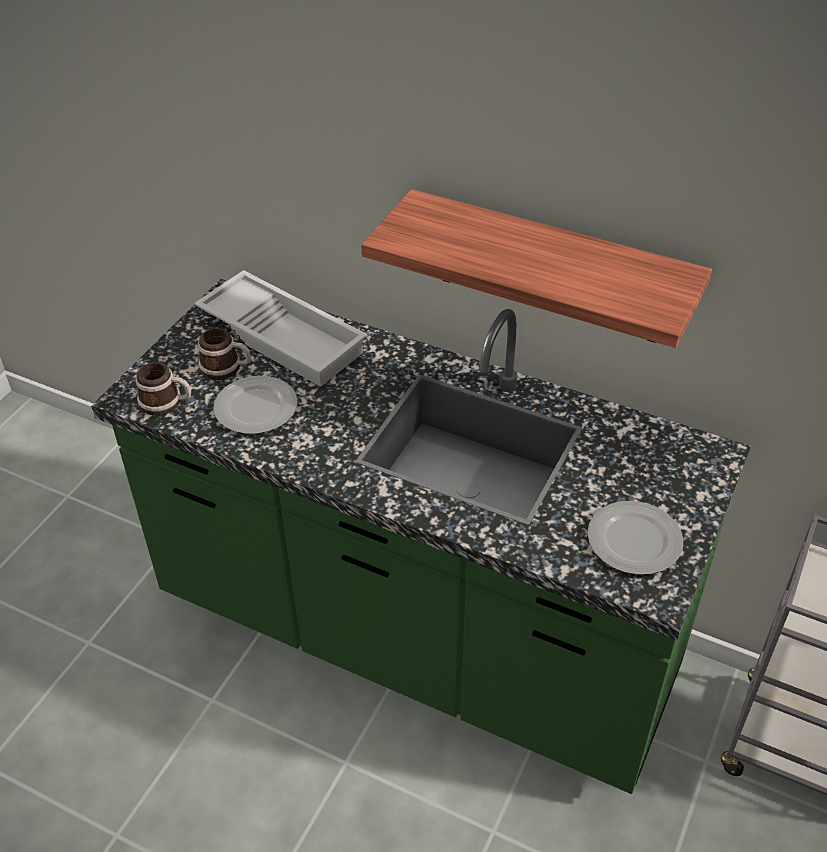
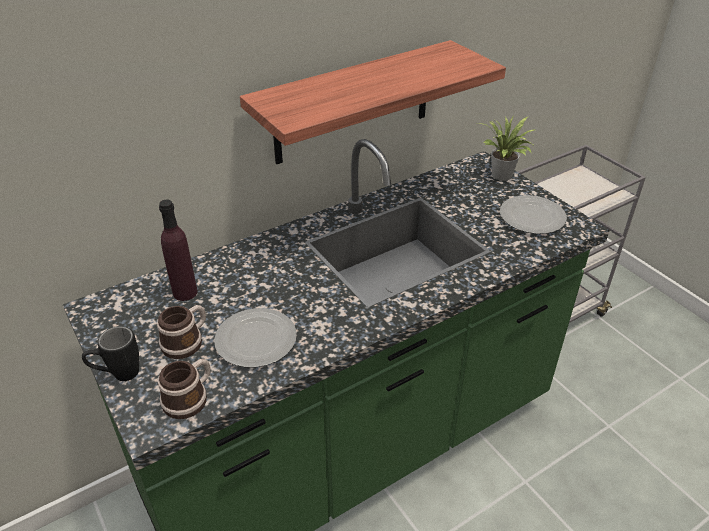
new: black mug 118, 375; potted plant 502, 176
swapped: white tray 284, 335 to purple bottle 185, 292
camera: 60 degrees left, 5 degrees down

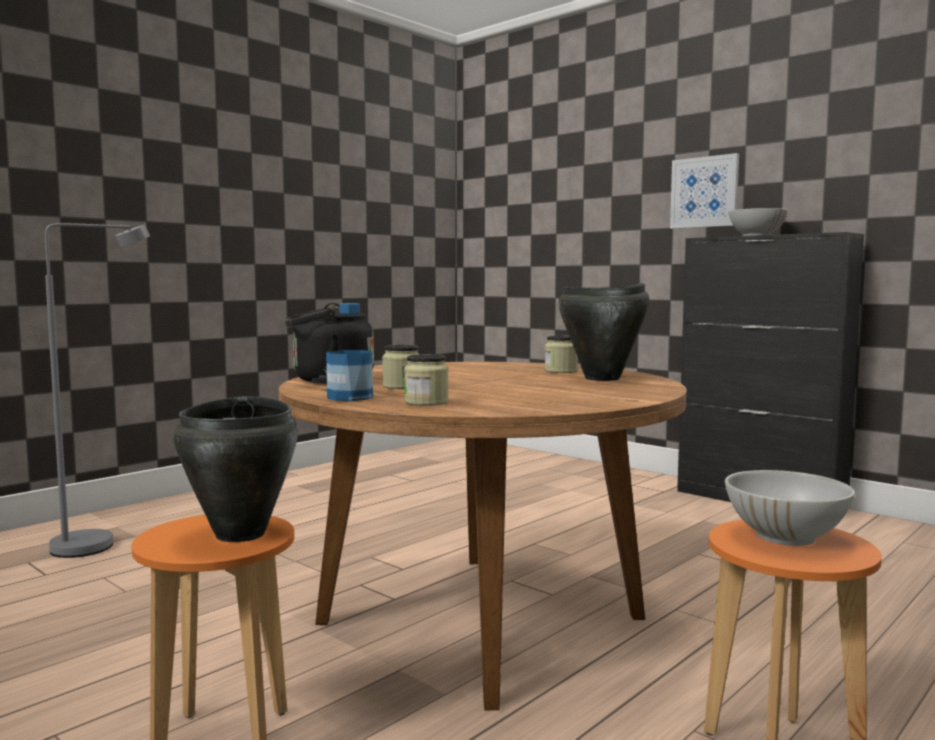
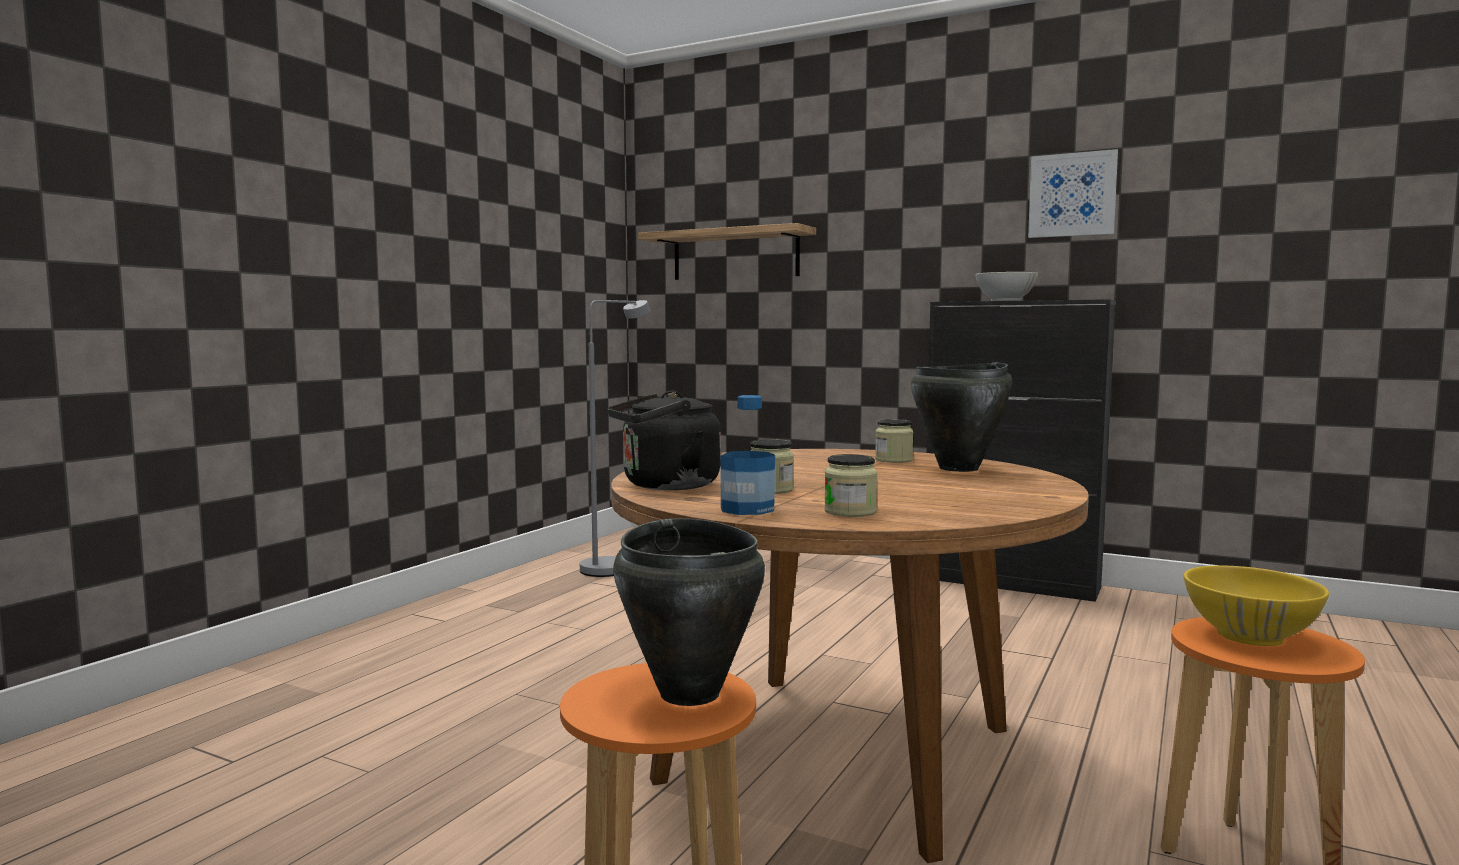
new: shelf 735, 255
shifted: grey floor lamp 99, 544 to 613, 567; picture 704, 192 to 1072, 195
repainted: white bowl 785, 536 to yellow bowl 1250, 636
camera: 15 degrees left, 0 degrees up

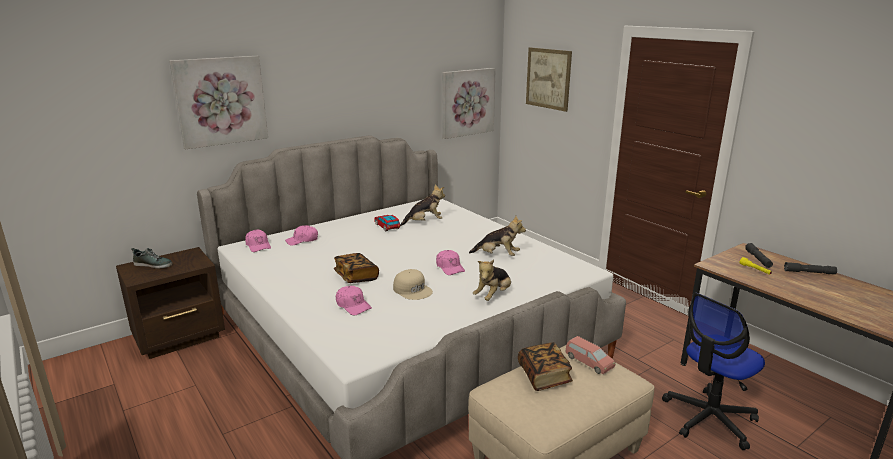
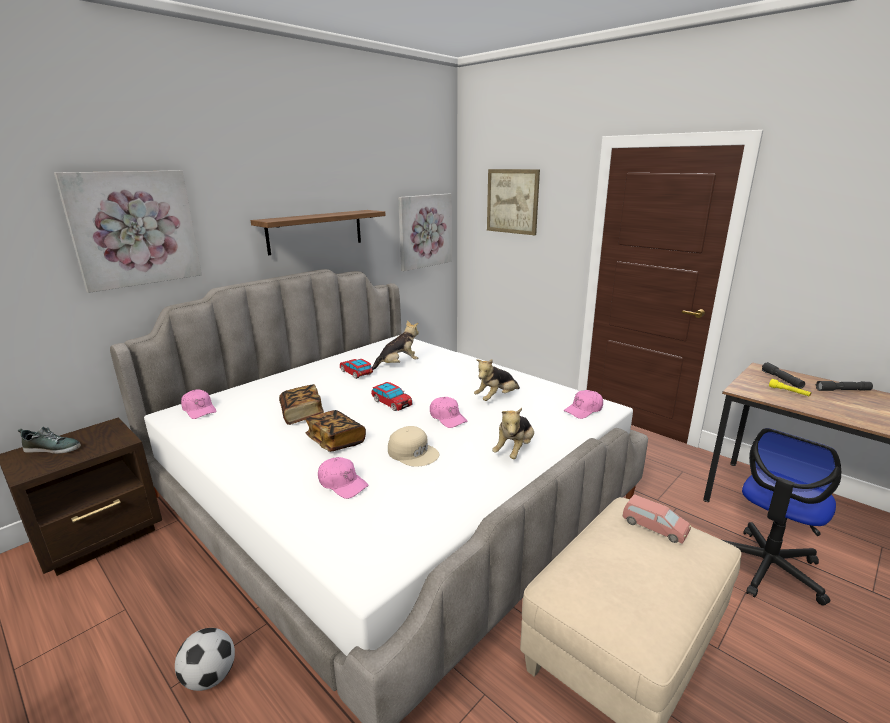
new: football 210, 677; shelf 315, 231; toy car 391, 403
shifted: book 544, 376 to 302, 414; pink cap 302, 240 to 584, 410
rotated: plush toy 497, 256 = 496, 398 135 degrees clockwise
camera: 10 degrees left, 0 degrees up

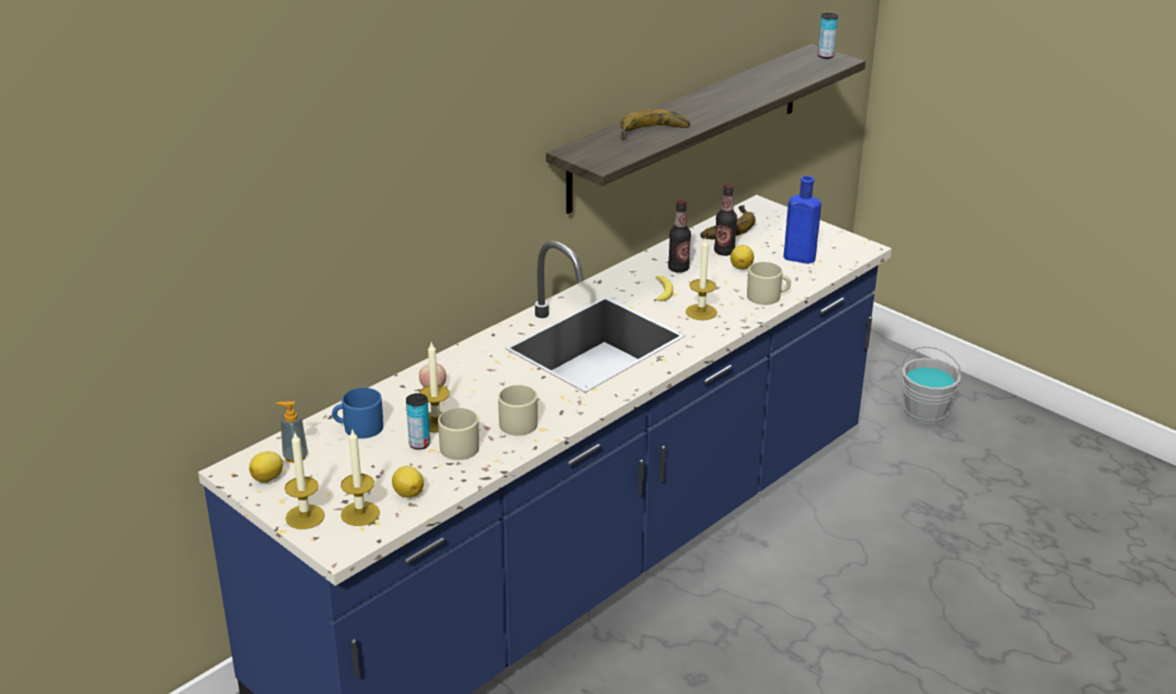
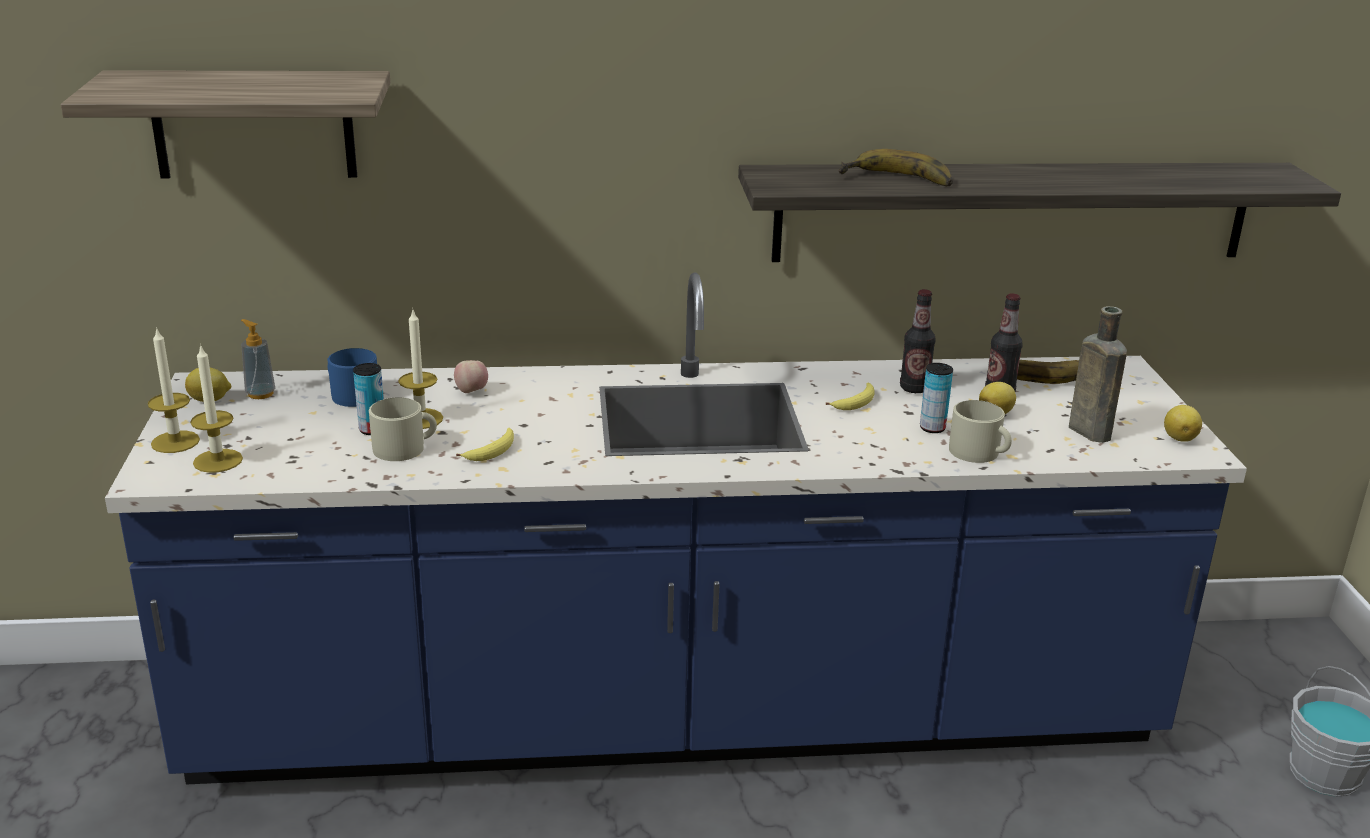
gone: candle 701, 312
new: shelf 253, 124
shifted: can 825, 56 to 932, 428; lemon 408, 493 to 1179, 438
swapped: beige mug 518, 421 to banana 492, 451
repainted: blue bottle 797, 258 to brown bottle 1087, 430
camera: 40 degrees right, 5 degrees down

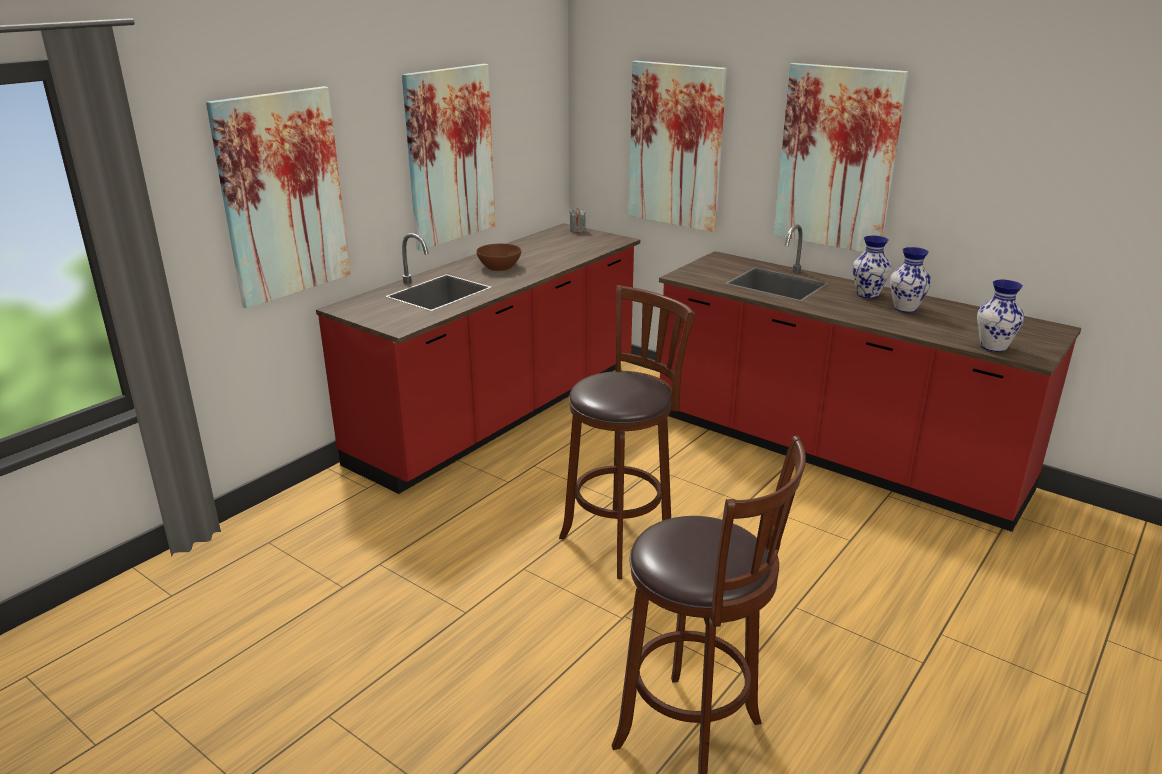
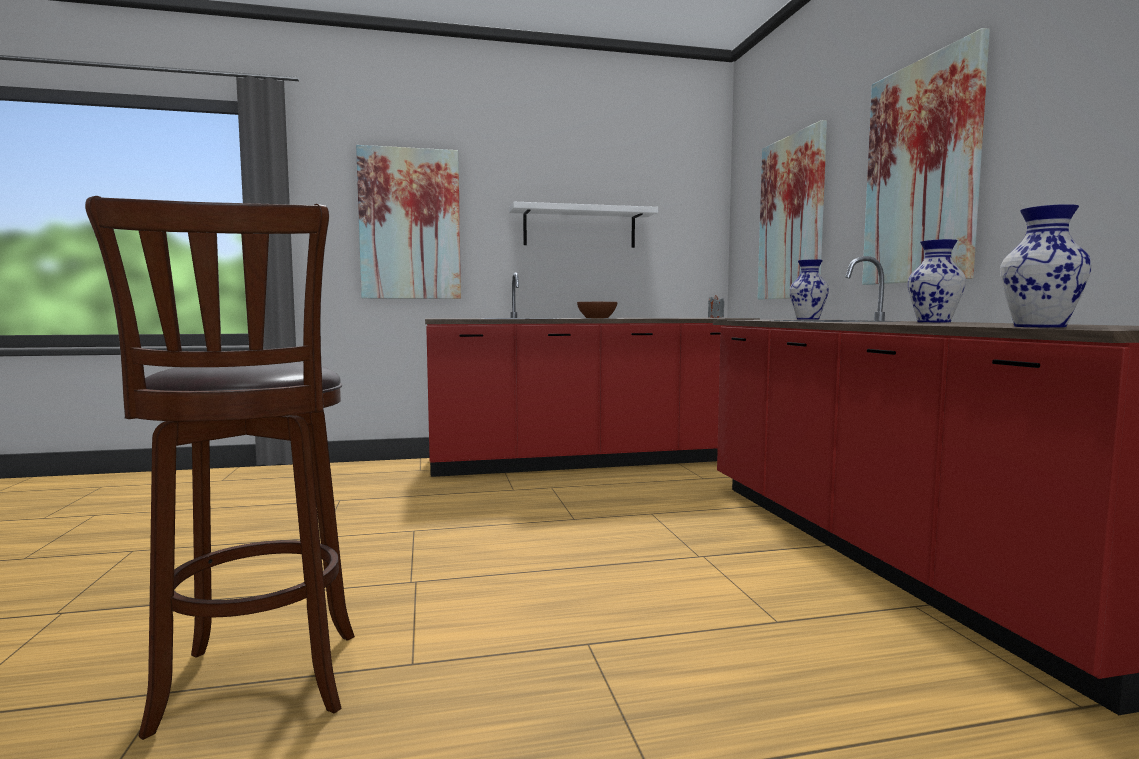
gone: brown stool 621, 539
shifted: vase 904, 308 to 807, 319
swapped: picture 450, 156 to white shelf 579, 228
camera: 40 degrees right, 20 degrees down

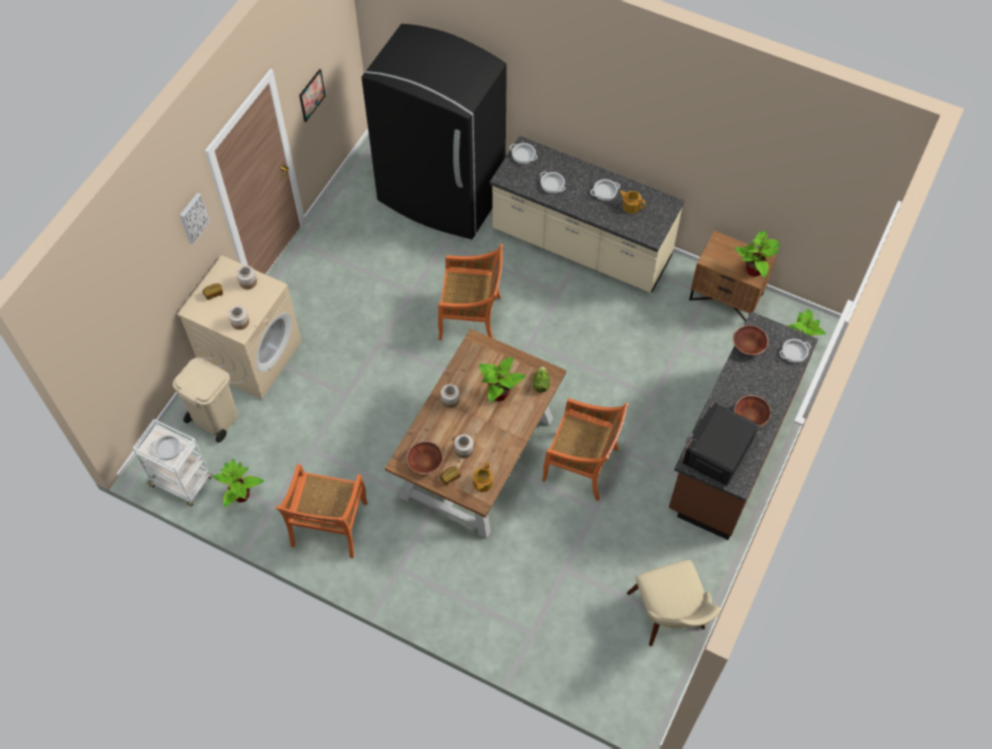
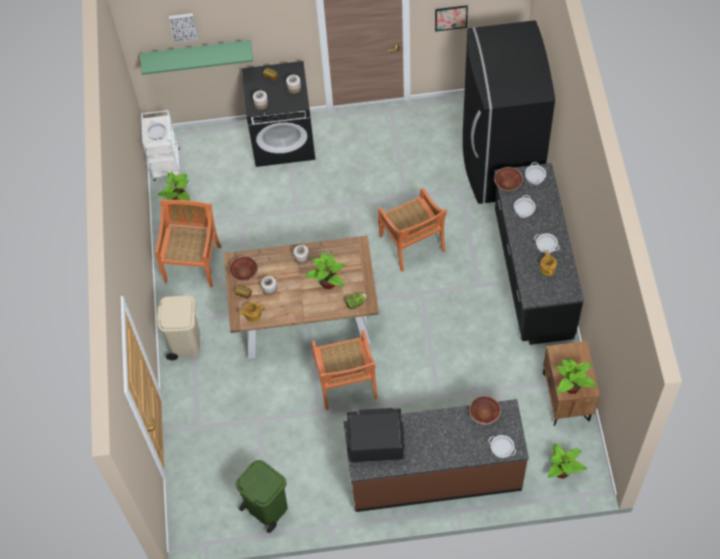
new: green shelf 197, 53
shifted: beige trash can 214, 418 to 185, 343; picture 193, 217 to 183, 26; brown bowl 751, 416 to 508, 183
swapped: beige chair 670, 619 to green trash can 266, 508
repainted: beige washing machine 252, 355 to black washing machine 283, 140; beige counter 581, 246 to black counter 531, 275
rotated: orange chair 329, 526 = 193, 263 120 degrees clockwise
camera: 60 degrees right, 0 degrees up

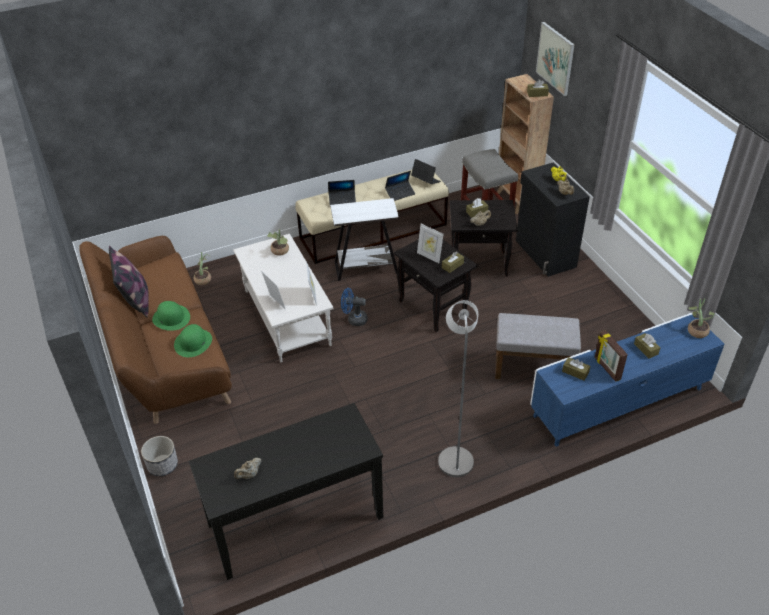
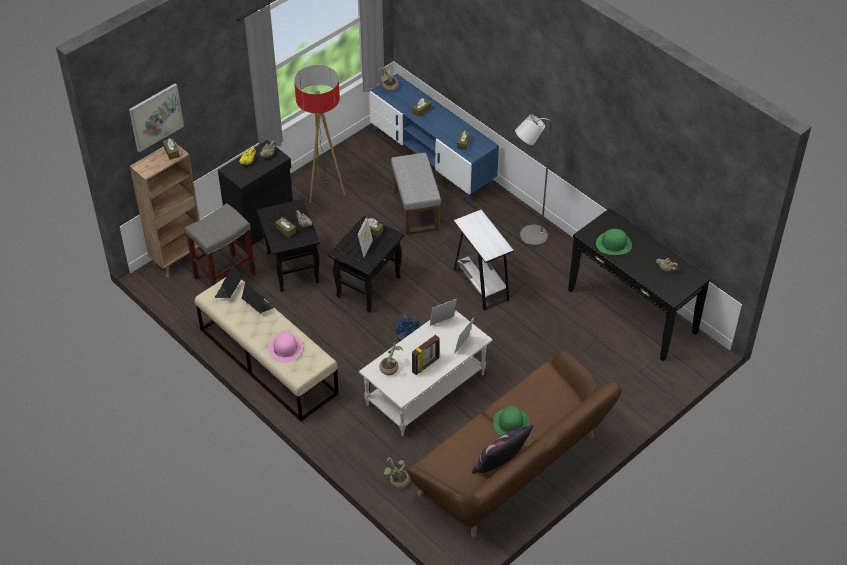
gone: planter 162, 465
new: floor lamp 324, 191
shifted: picture frame 606, 369 to 426, 365; white side table 366, 268 to 481, 284; green hat 193, 342 to 613, 244
swapped: laptop 342, 200 to pink hat 285, 348
camera: 110 degrees left, 5 degrees up

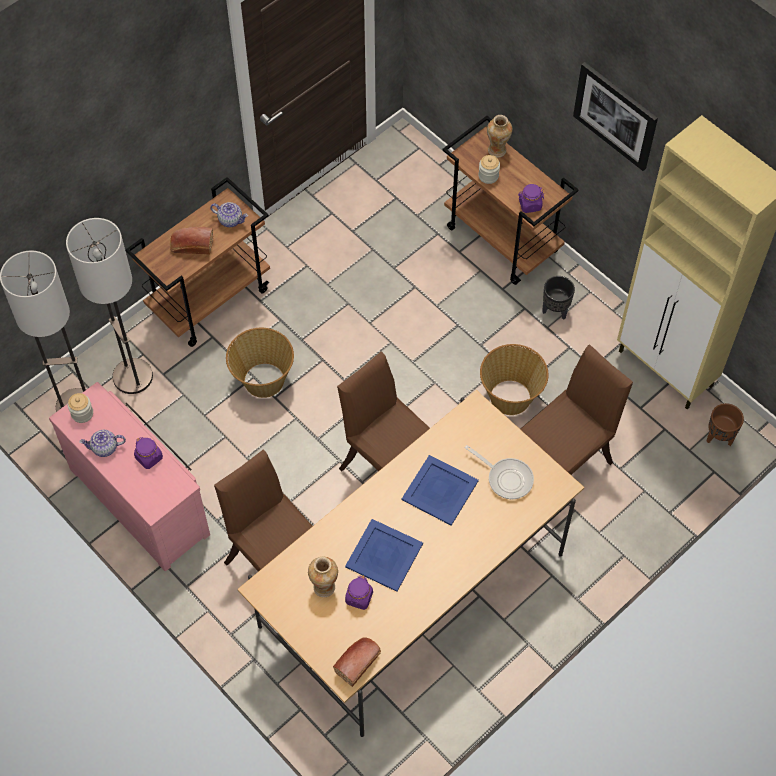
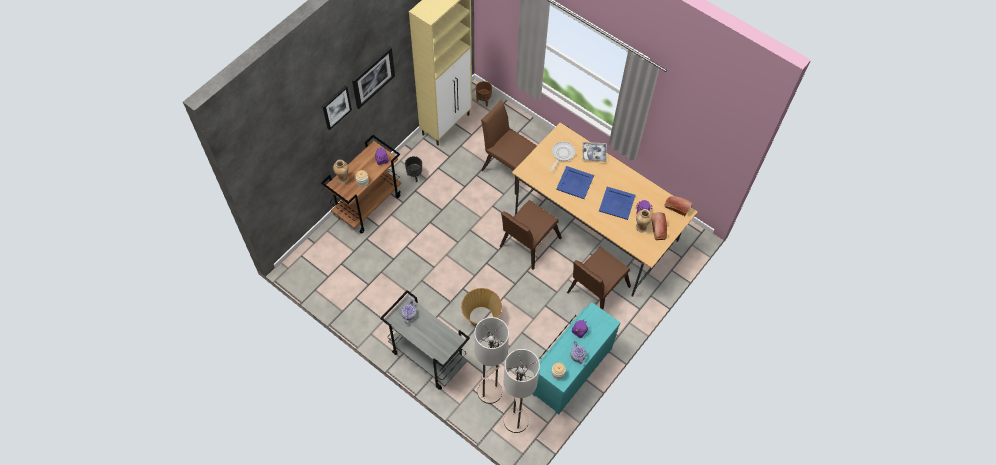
gone: basket 510, 396
new: picture 336, 107; tray 594, 153
shifted: bread 191, 246 to 658, 230
repainted: brown cart 210, 298 to grey cart 427, 357; pink dresser 142, 499 to turquoise dresser 570, 369
camera: 100 degrees left, 0 degrees up

